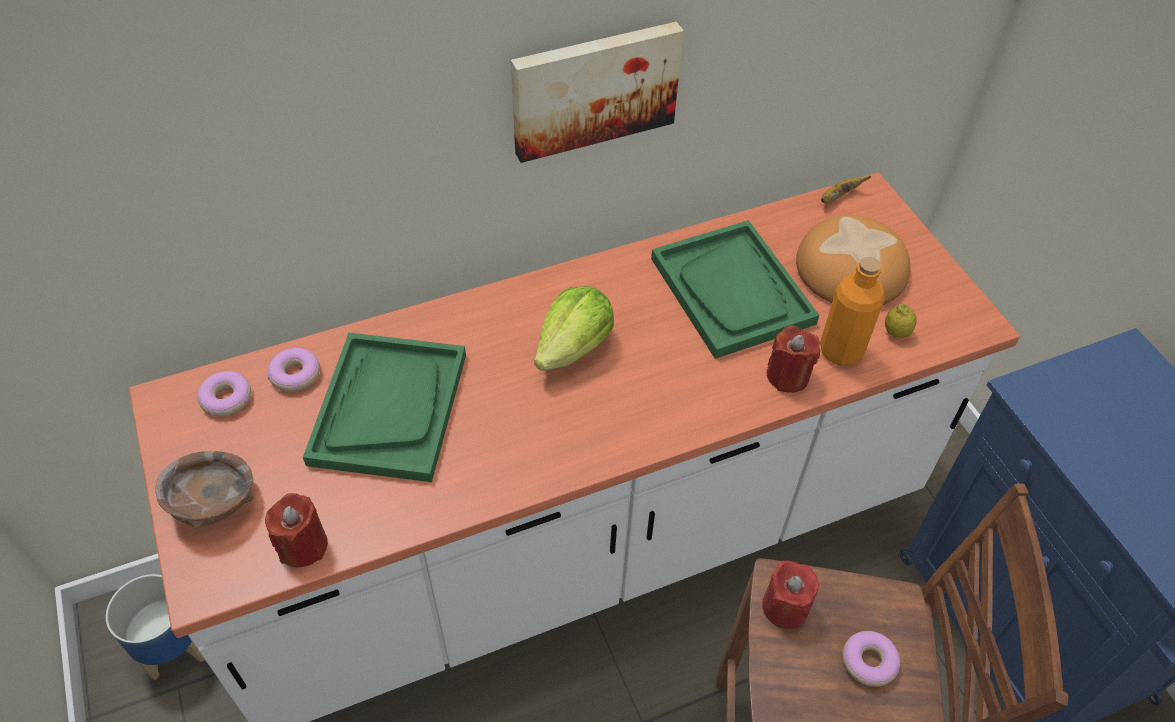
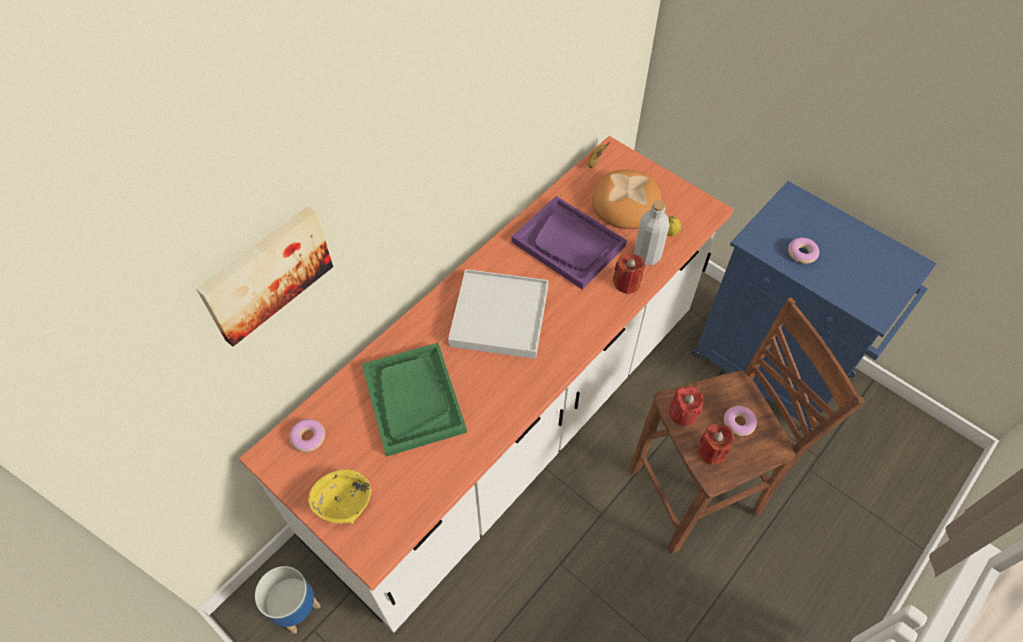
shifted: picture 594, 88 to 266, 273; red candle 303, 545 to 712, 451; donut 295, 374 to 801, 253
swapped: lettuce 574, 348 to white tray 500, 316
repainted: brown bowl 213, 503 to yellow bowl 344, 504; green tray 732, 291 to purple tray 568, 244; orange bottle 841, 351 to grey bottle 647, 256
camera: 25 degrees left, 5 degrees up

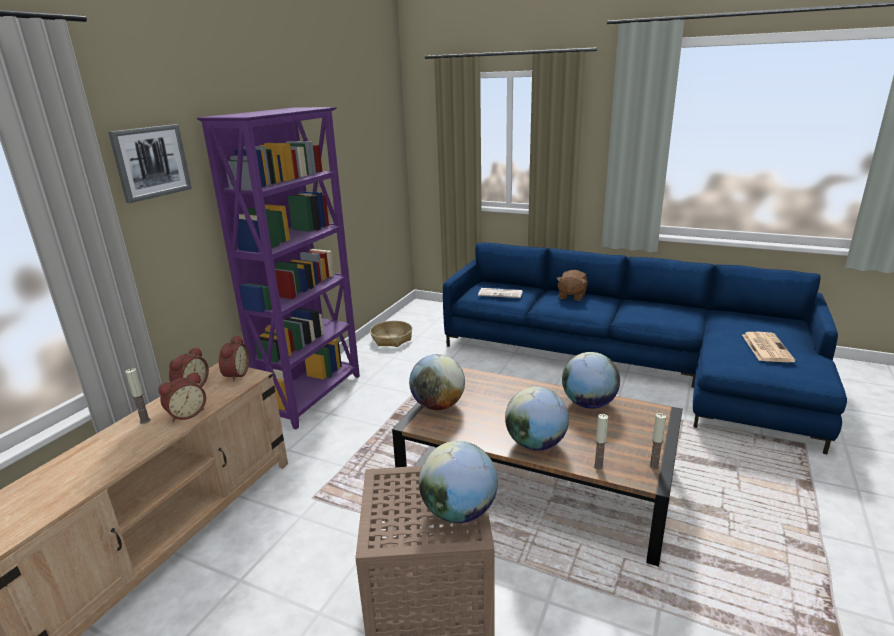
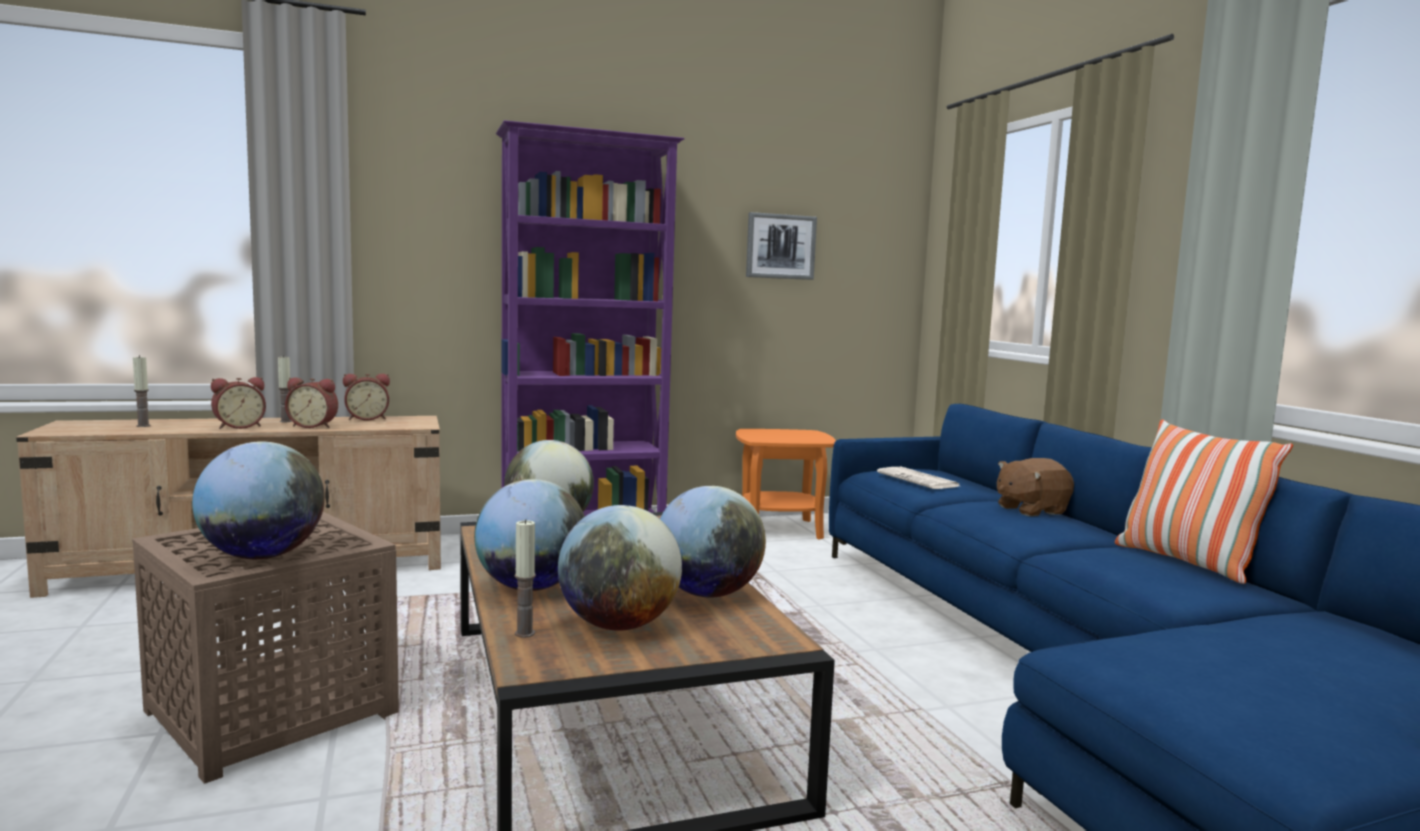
gone: newspaper 766, 347
new: globe 619, 625; pillow 1186, 562
shifted: candle 654, 466 to 143, 426; alarm clock 235, 374 to 239, 426; picture 151, 162 to 780, 246
swapped: basket 392, 339 to orange side table 780, 529
camera: 45 degrees right, 15 degrees down

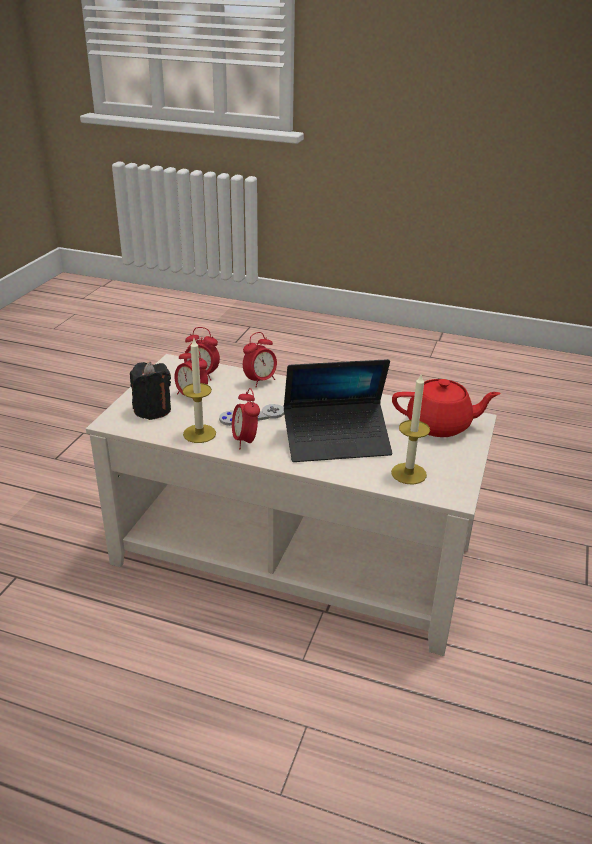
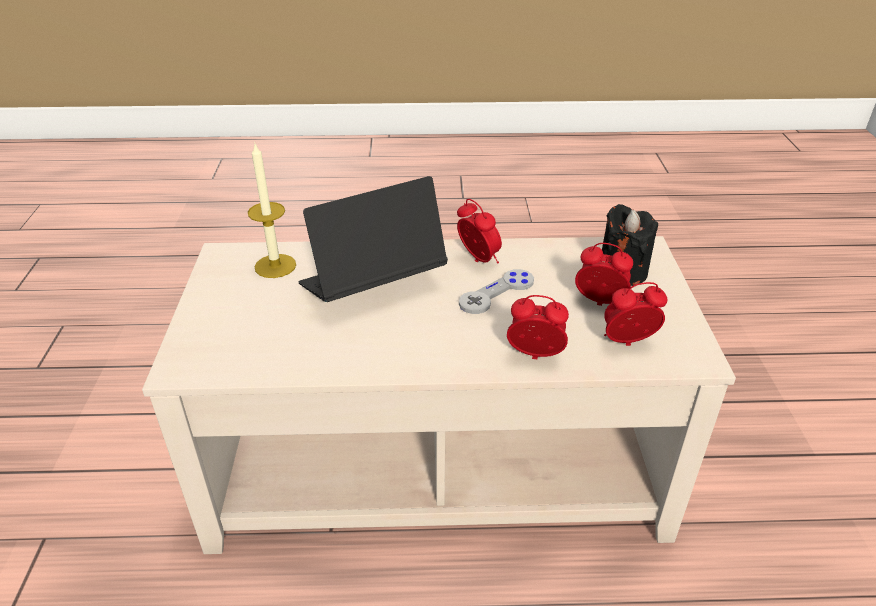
gone: candle 199, 433; red teapot 440, 425
rotated: alarm clock 260, 381 = 535, 356 75 degrees clockwise
camera: 160 degrees right, 5 degrees up

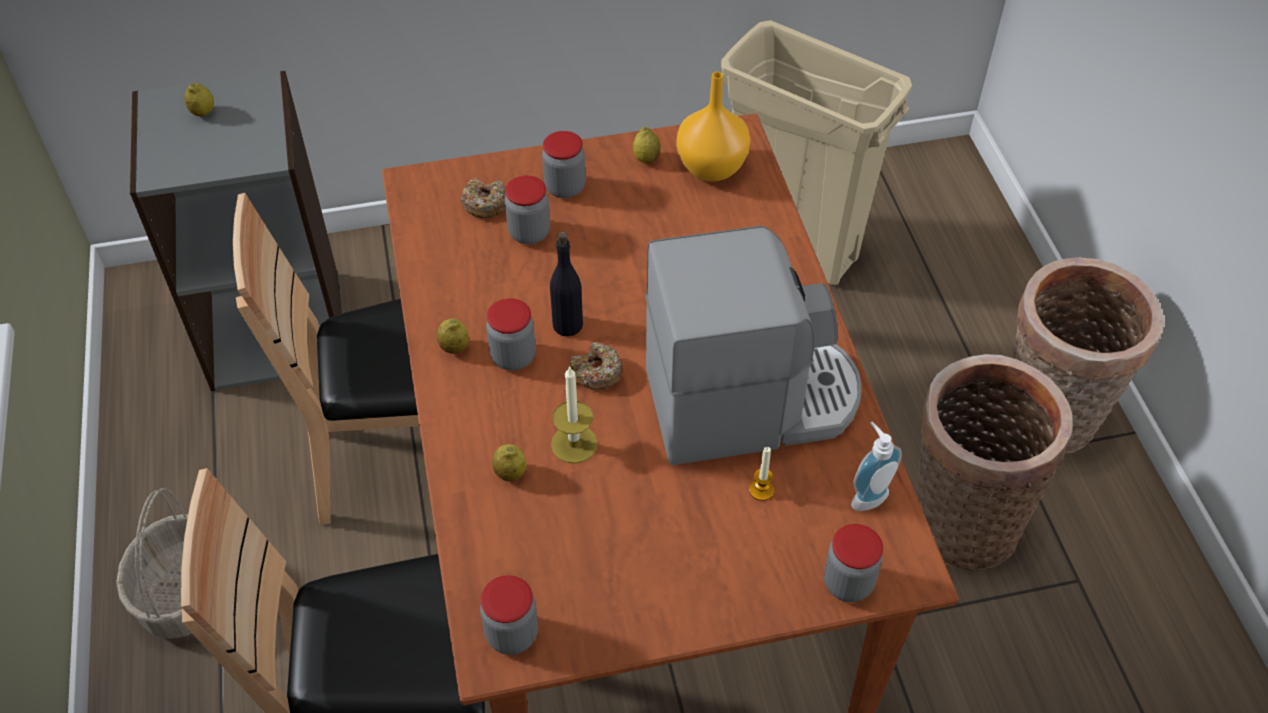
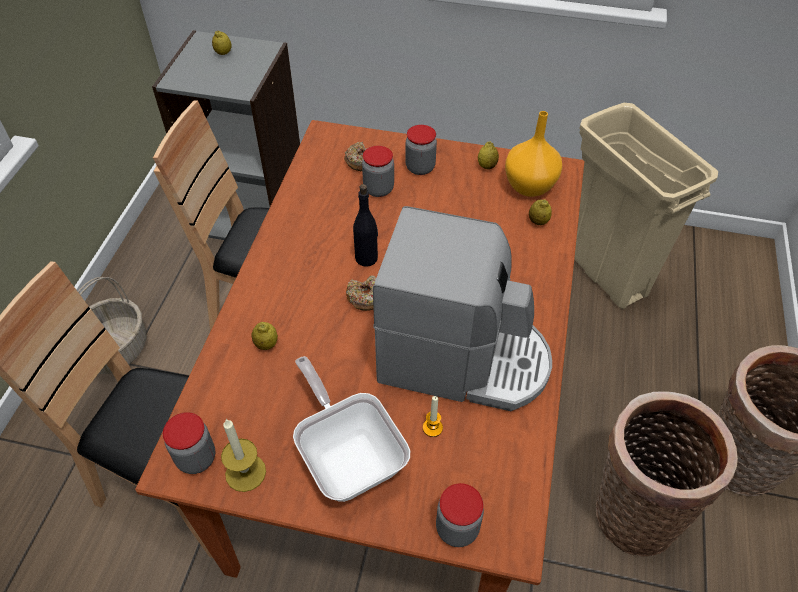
gone: jar 513, 357; soap dispenser 866, 495
new: frying pan 348, 455
shifted: candle 574, 444 to 245, 472; lemon 454, 348 to 538, 221
camera: 25 degrees right, 0 degrees up

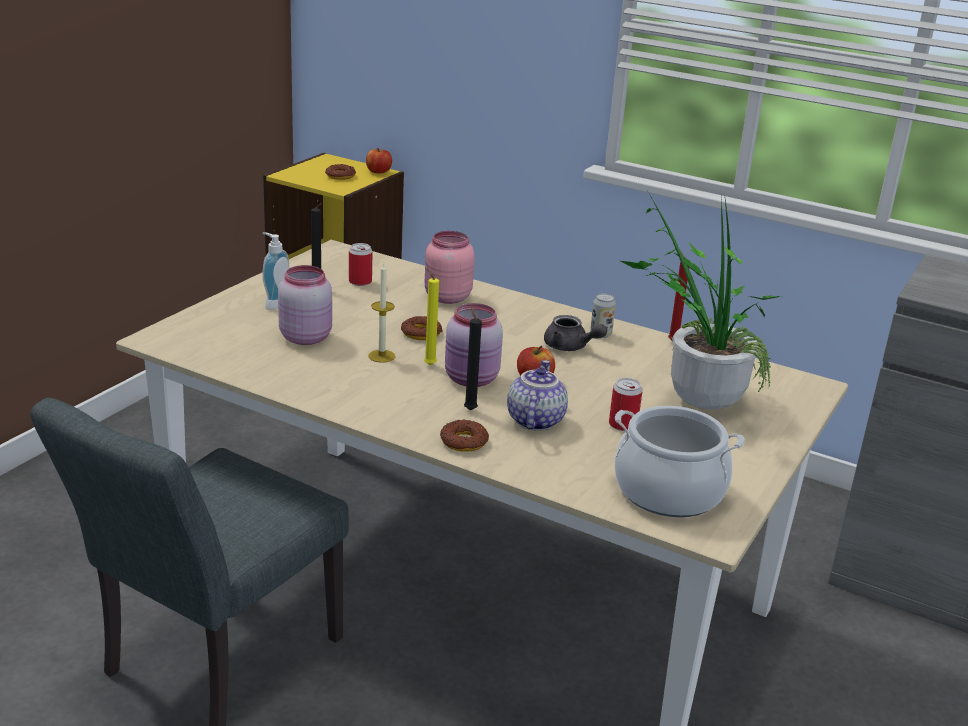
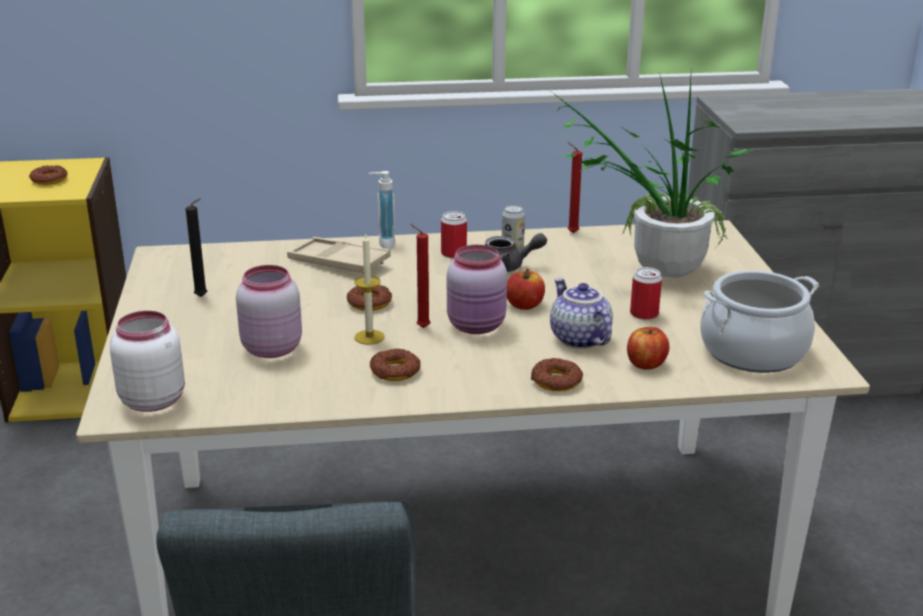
gone: black candle 469, 409
new: white jar 152, 400; donut 395, 371
shifted: soap dispenser 274, 304 to 383, 243; can 360, 282 to 453, 254; apple 378, 171 to 646, 364
swapped: pink jar 446, 297 to beige tray 338, 262
repainted: yellow candle 428, 364 to red candle 421, 327
camera: 35 degrees left, 0 degrees up

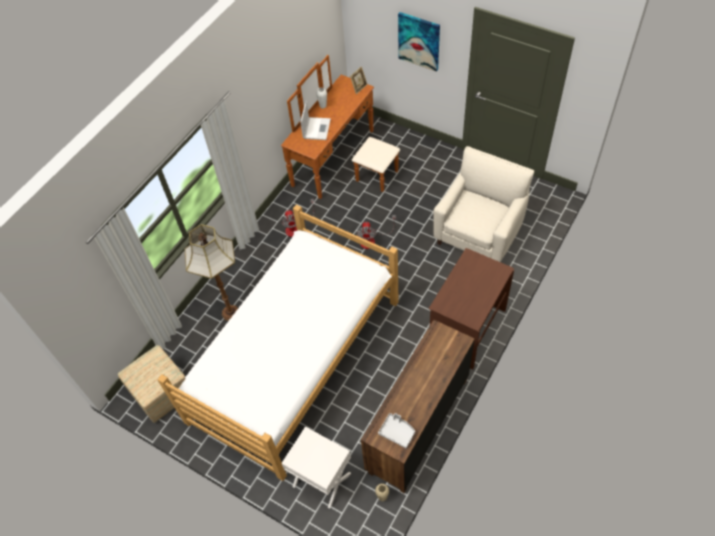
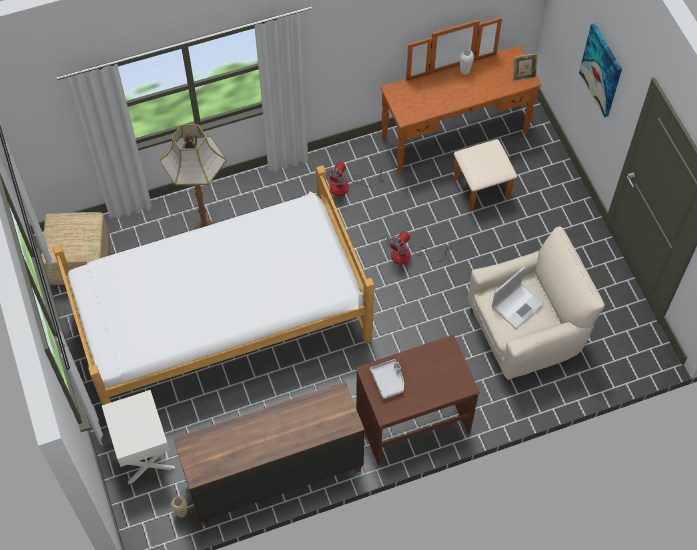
shifted: grey tray 397, 432 to 388, 381; laptop 316, 128 to 518, 305
camera: 35 degrees right, 5 degrees up

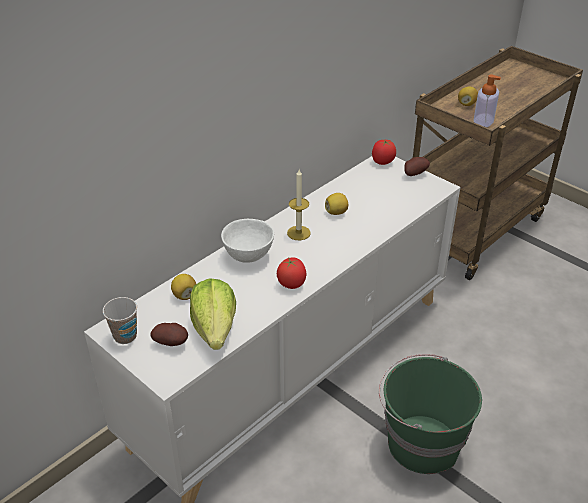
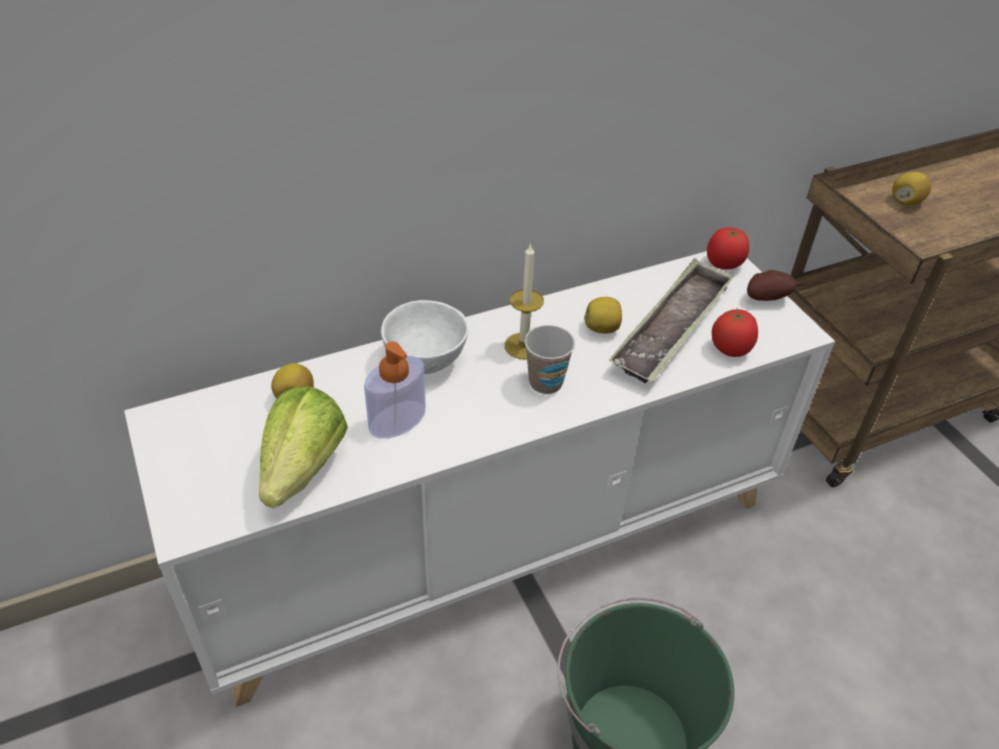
gone: potato 172, 342
new: tray 672, 328
shifted: soap dispenser 483, 120 to 397, 420; cup 125, 336 to 545, 383; tomato 291, 283 to 730, 349
camera: 20 degrees right, 5 degrees up

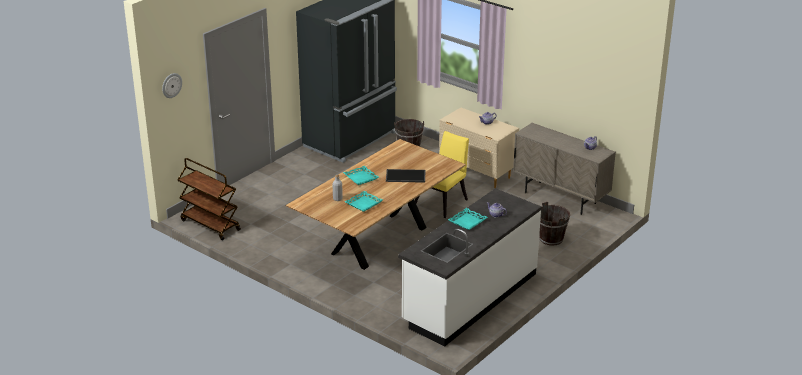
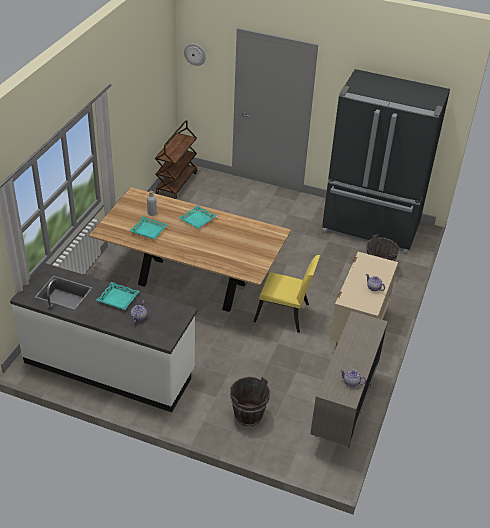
gone: tray 405, 176
camera: 70 degrees right, 10 degrees up

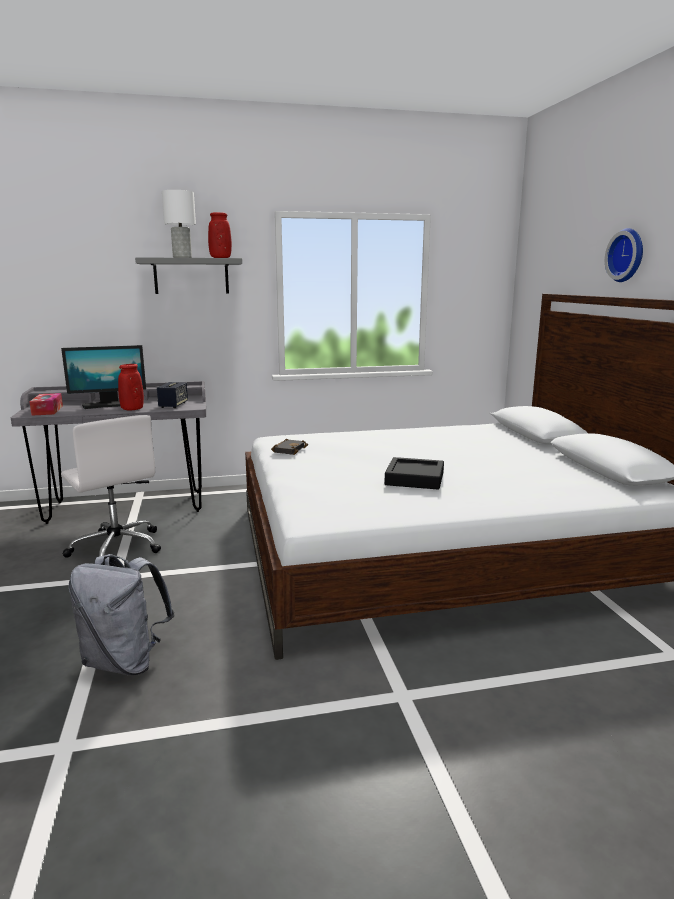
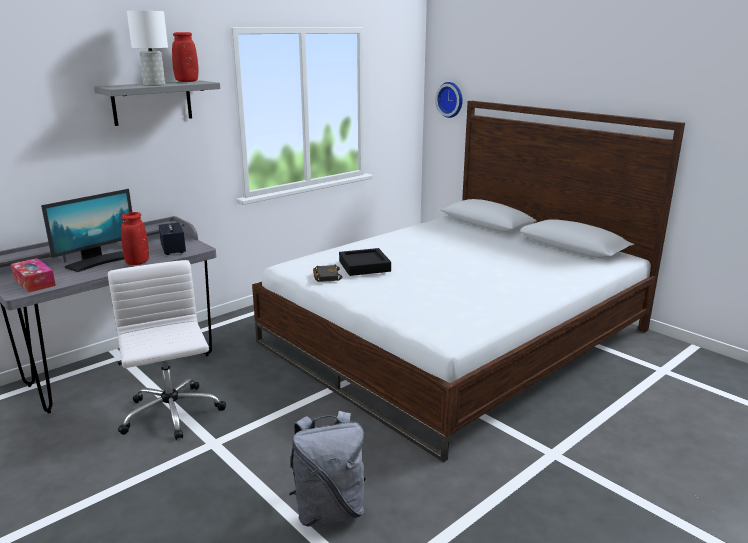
shifted: black tray 414, 478 to 364, 266; wall clock 627, 255 to 451, 99
rotated: white office chair 116, 547 = 172, 414 135 degrees counterclockwise
camera: 30 degrees left, 5 degrees up

